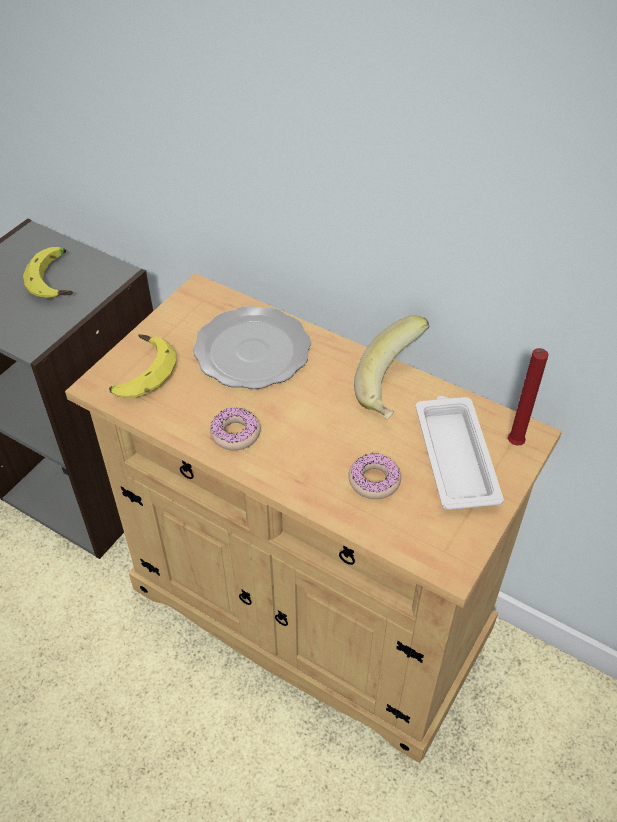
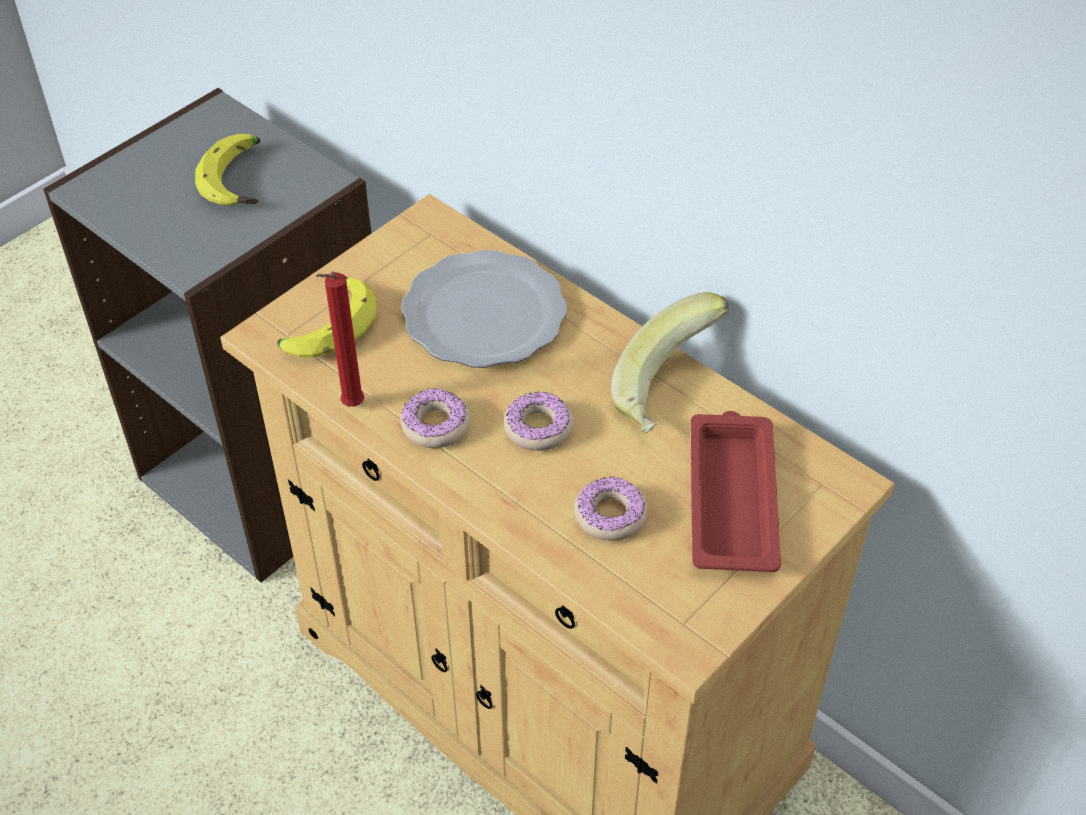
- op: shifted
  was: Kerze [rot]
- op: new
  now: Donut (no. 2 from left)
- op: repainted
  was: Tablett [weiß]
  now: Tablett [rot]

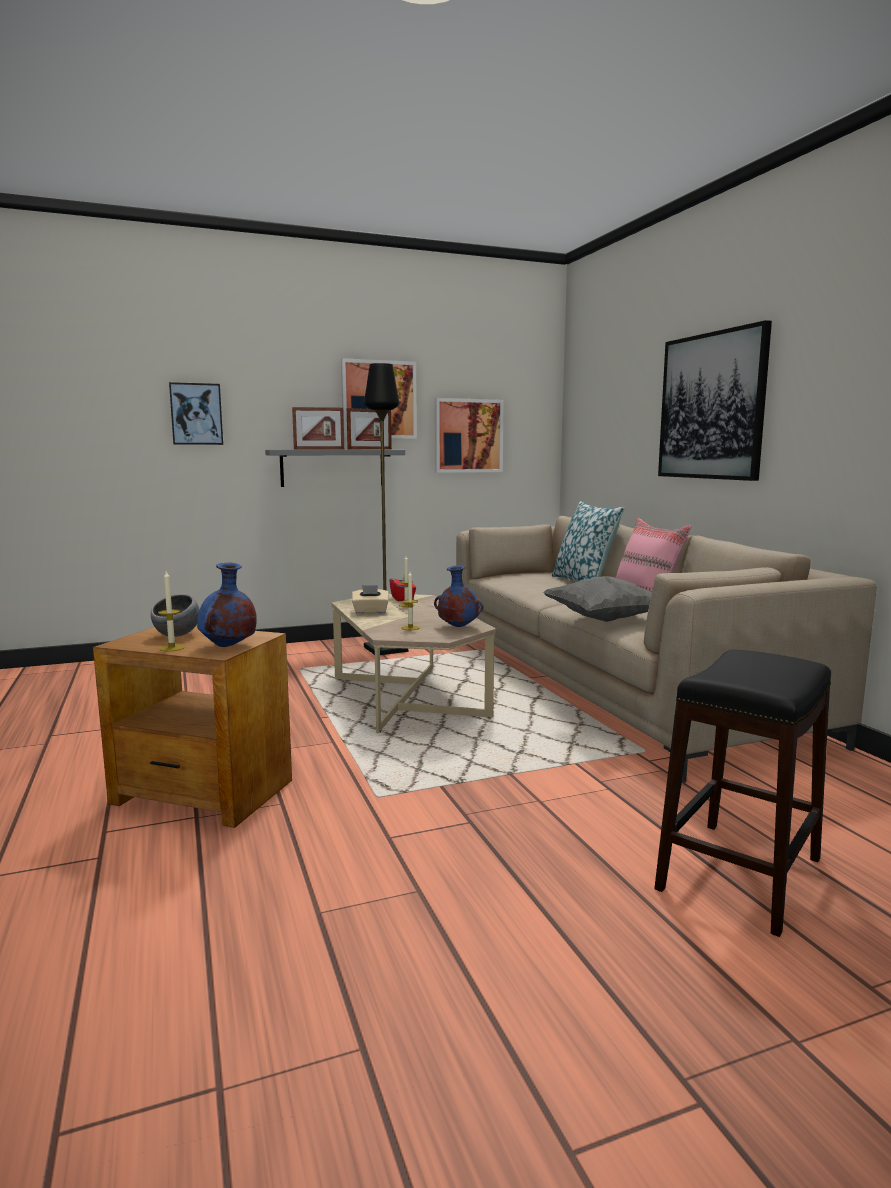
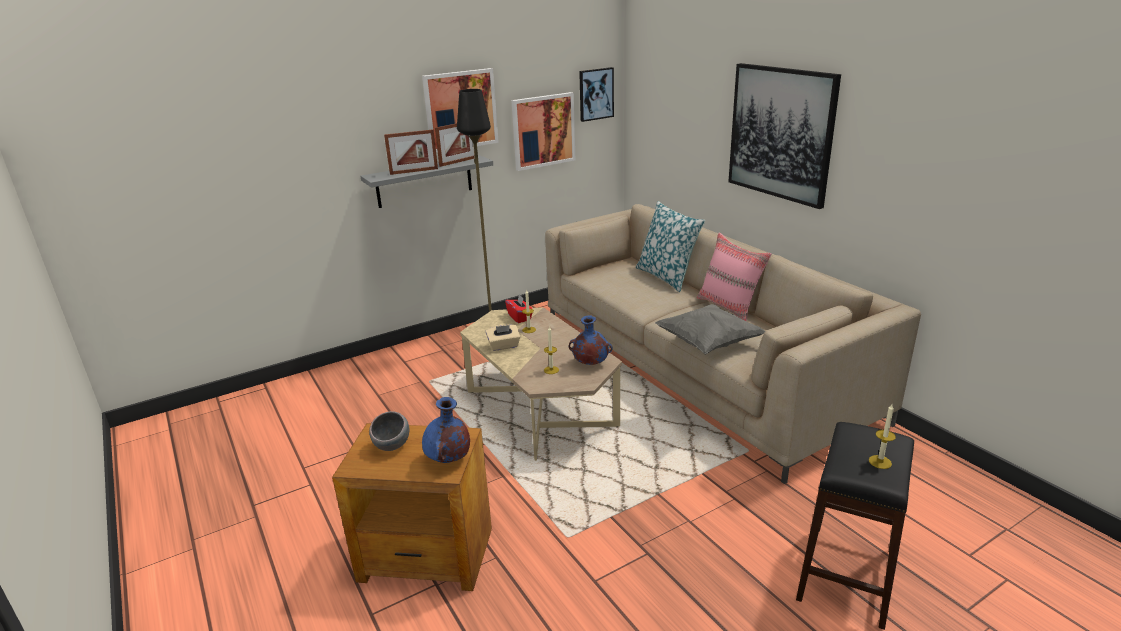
- op: shifted
  was: Bild (no. 1 from left in the first image)
  now: Bild (no. 3 from left)
- op: shifted
  was: Kerze (no. 1 from left in the first image)
  now: Kerze (no. 3 from left)

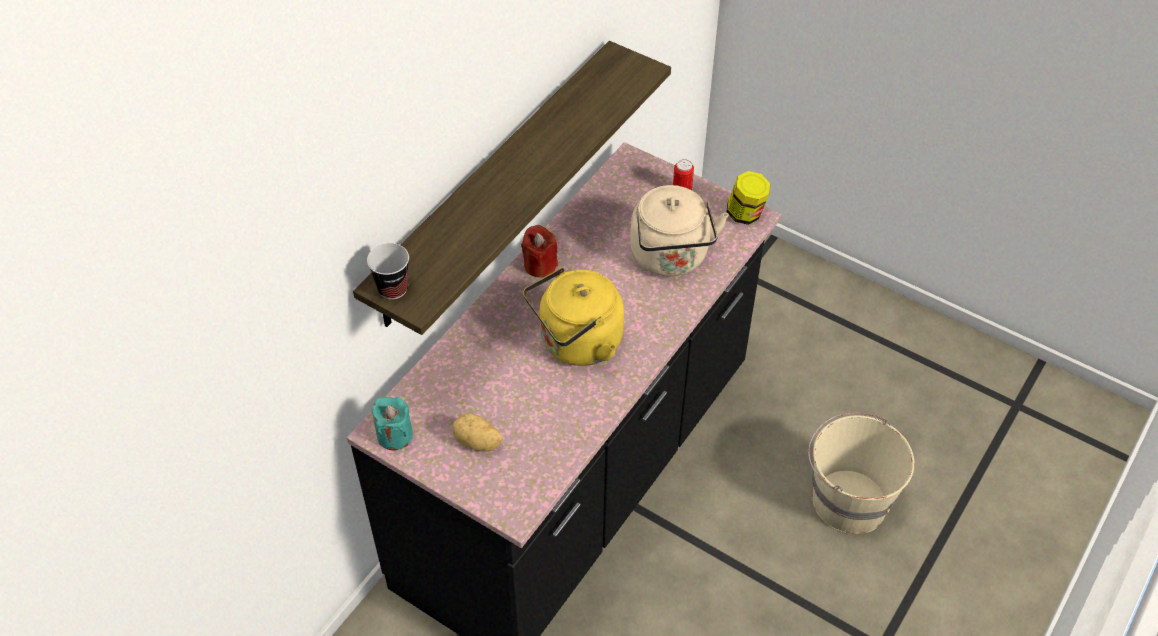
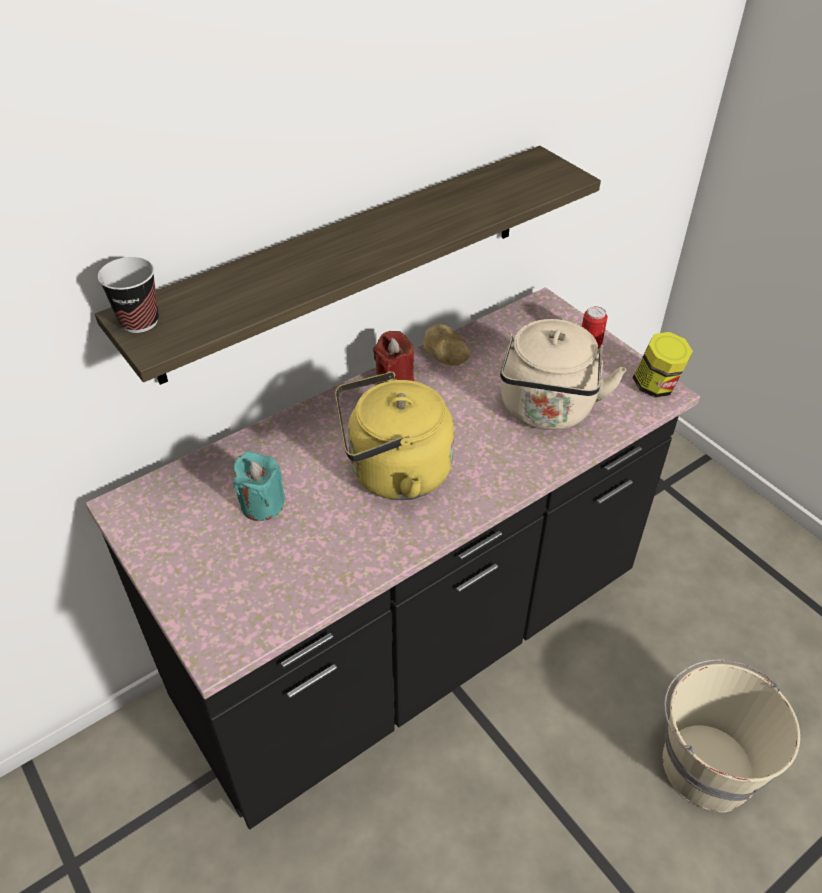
- op: shifted
  was: Kerze [türkis]
- op: shifted
  was: Kartoffel

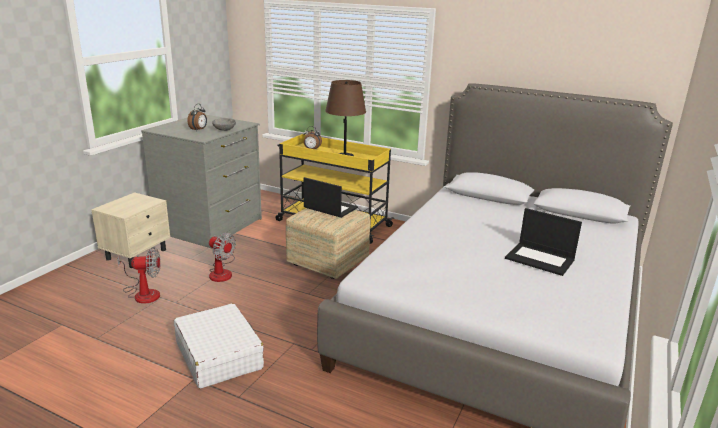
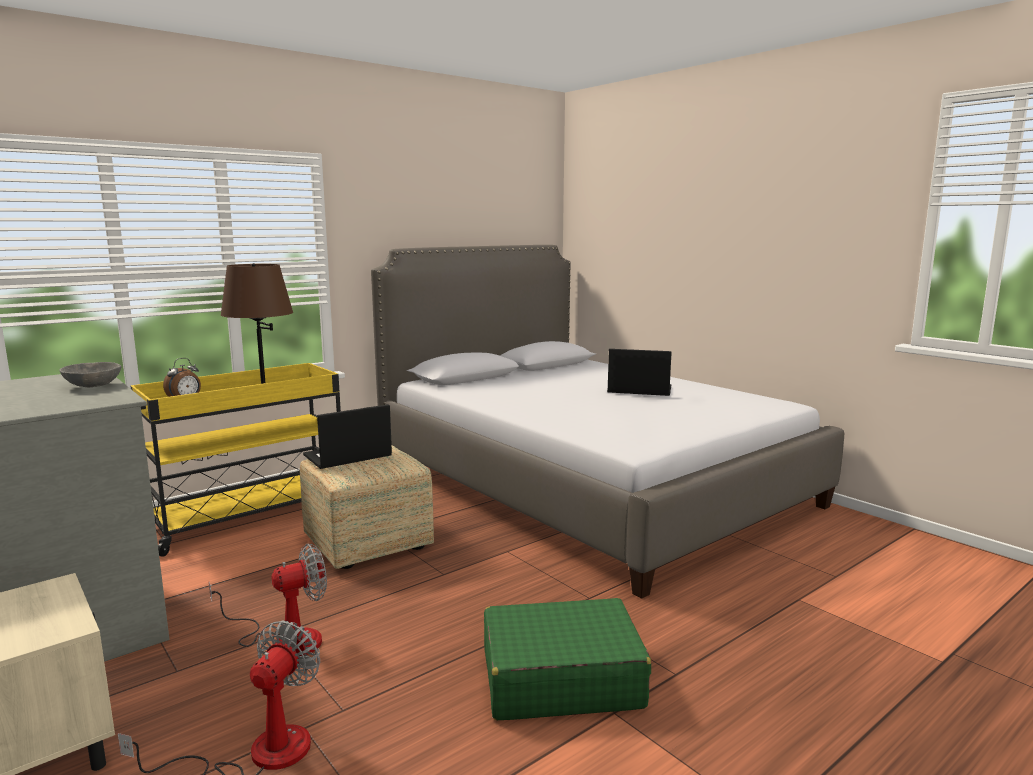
- op: repainted
  was: Koffer [weiß]
  now: Koffer [grün]
- op: rotated
  was: Laptop (no. 2 from left)
  clockwise: -135
- op: gone
  was: Wecker (no. 1 from left)

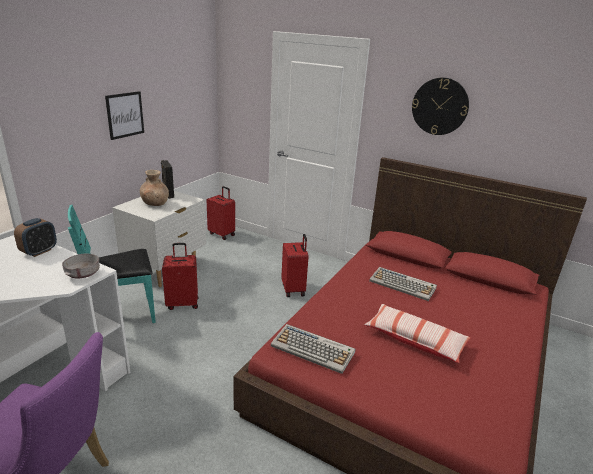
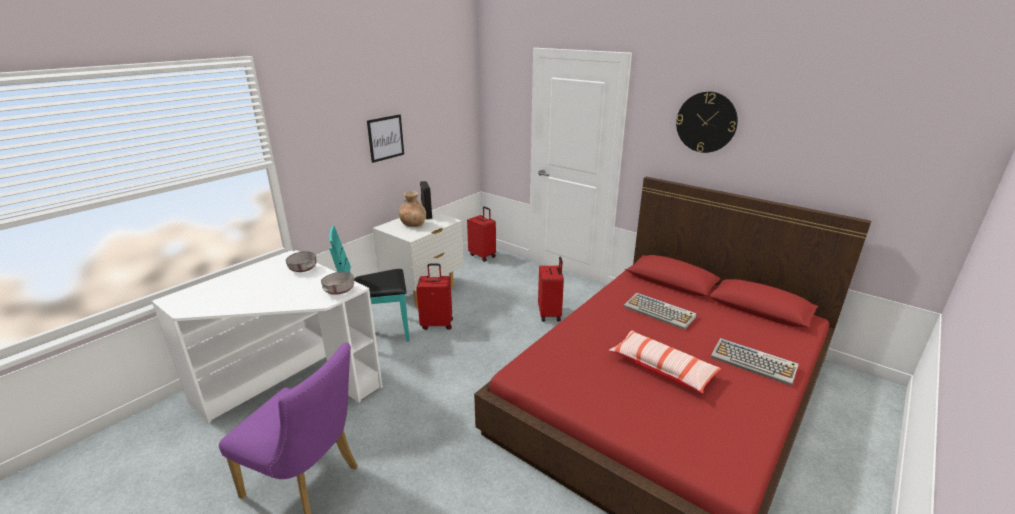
- op: swapped
  was: Wecker
  now: Schüssel [grau] (no. 1 from left)
- op: shifted
  was: Tastatur (no. 1 from left in the first image)
  now: Tastatur (no. 2 from left)

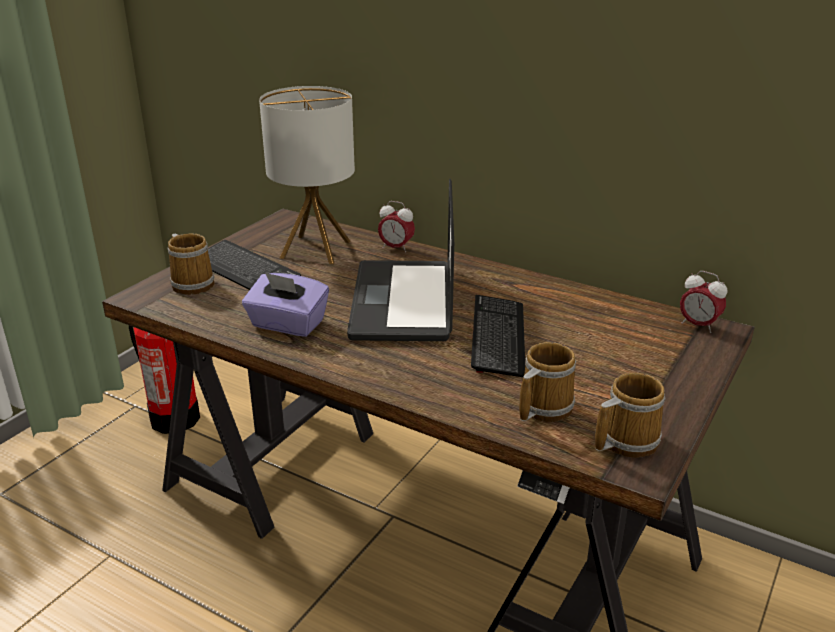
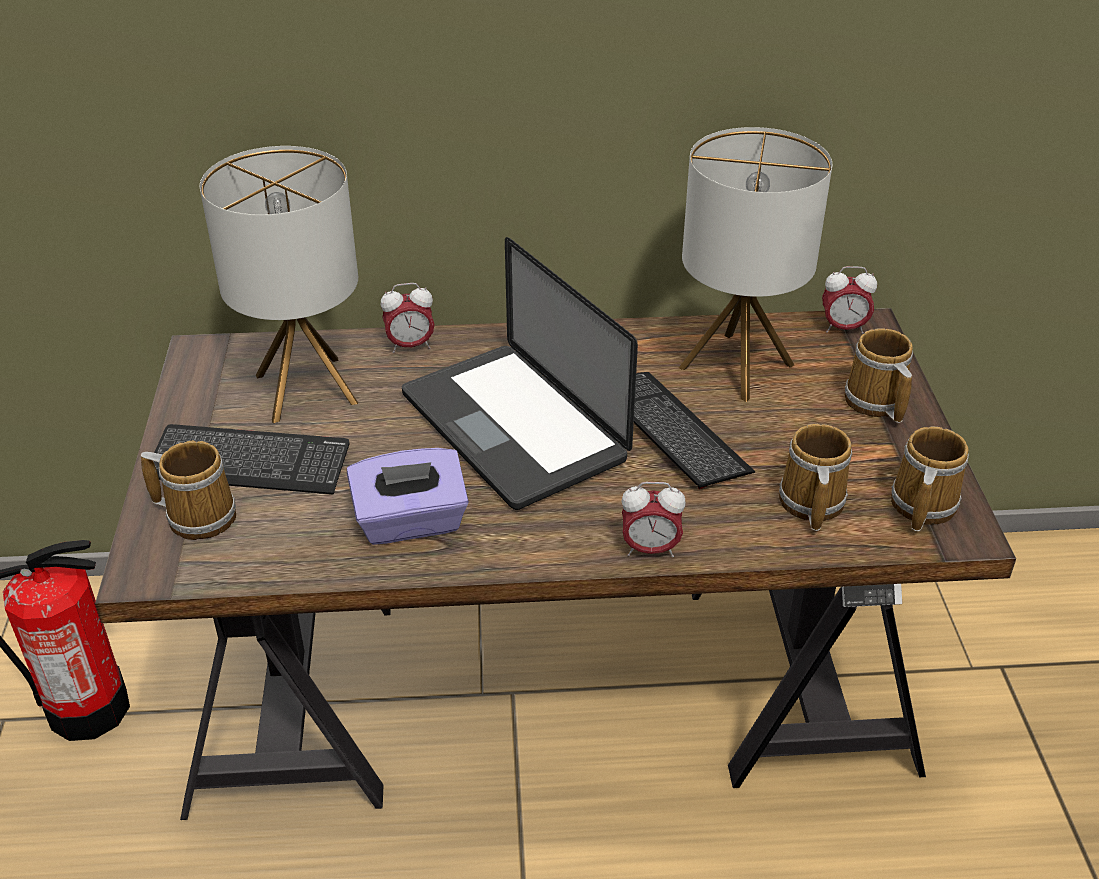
- op: new
  now: Wecker (no. 2 from left)
- op: new
  now: Tischlampe (no. 2 from left)
- op: new
  now: Henkelbecher (no. 3 from left)

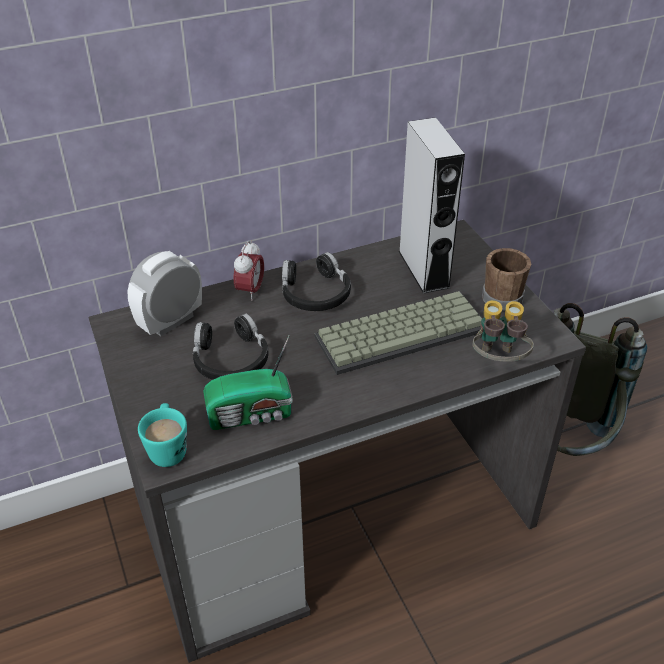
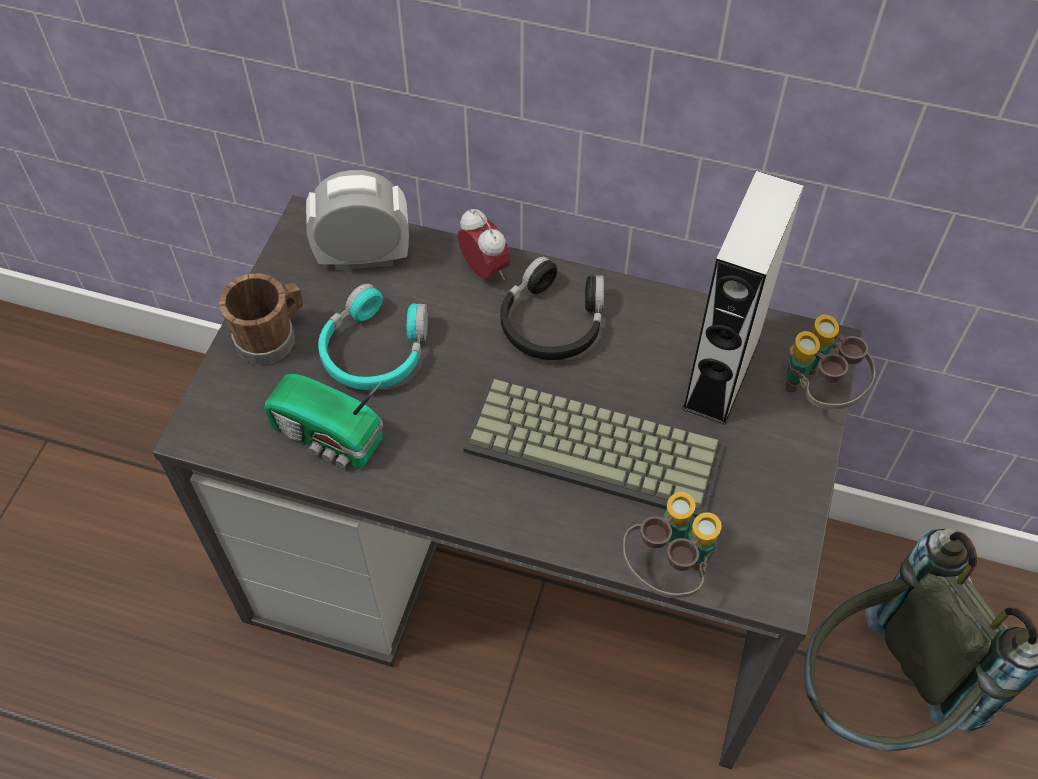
- op: shifted
  was: Henkelbecher [braun]
- op: repainted
  was: Kopfhörer [schwarz] (no. 1 from left)
  now: Kopfhörer [türkis]
- op: rotated
  was: Wecker (no. 2 from left)
  clockwise: -90
- op: new
  now: Fernglas (no. 2 from left)
- op: gone
  was: Henkelbecher [türkis]

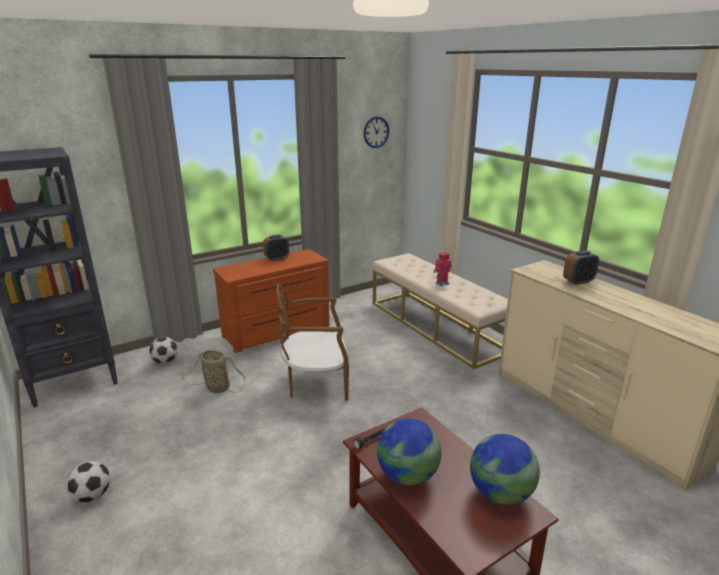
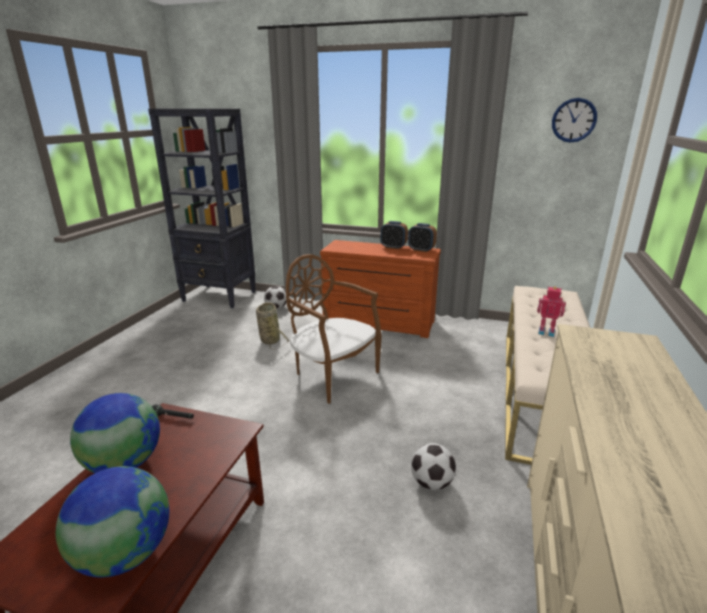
- op: shifted
  was: Wecker (no. 2 from left)
- op: shifted
  was: Fußball (no. 1 from left in the first image)
  now: Fußball (no. 2 from left)

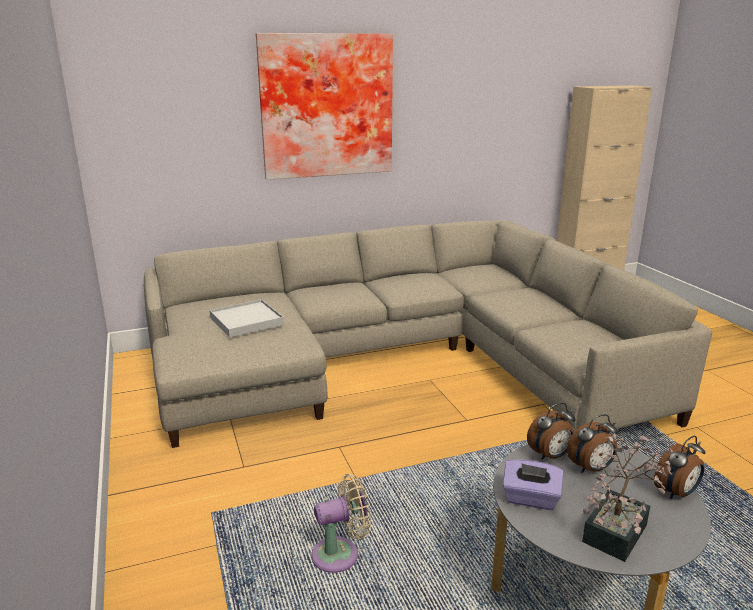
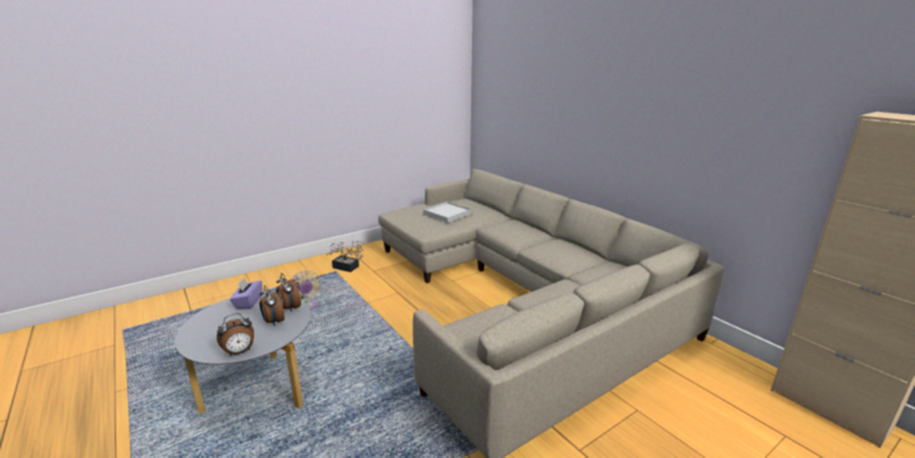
- op: rotated
  was: Wecker (no. 3 from left in the first image)
  clockwise: -75
- op: shifted
  was: Topfpflanze
- op: gone
  was: Bild

